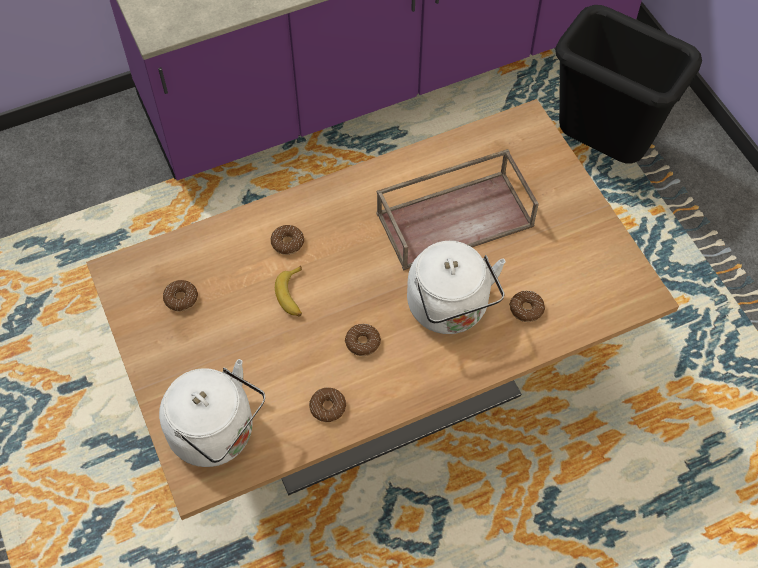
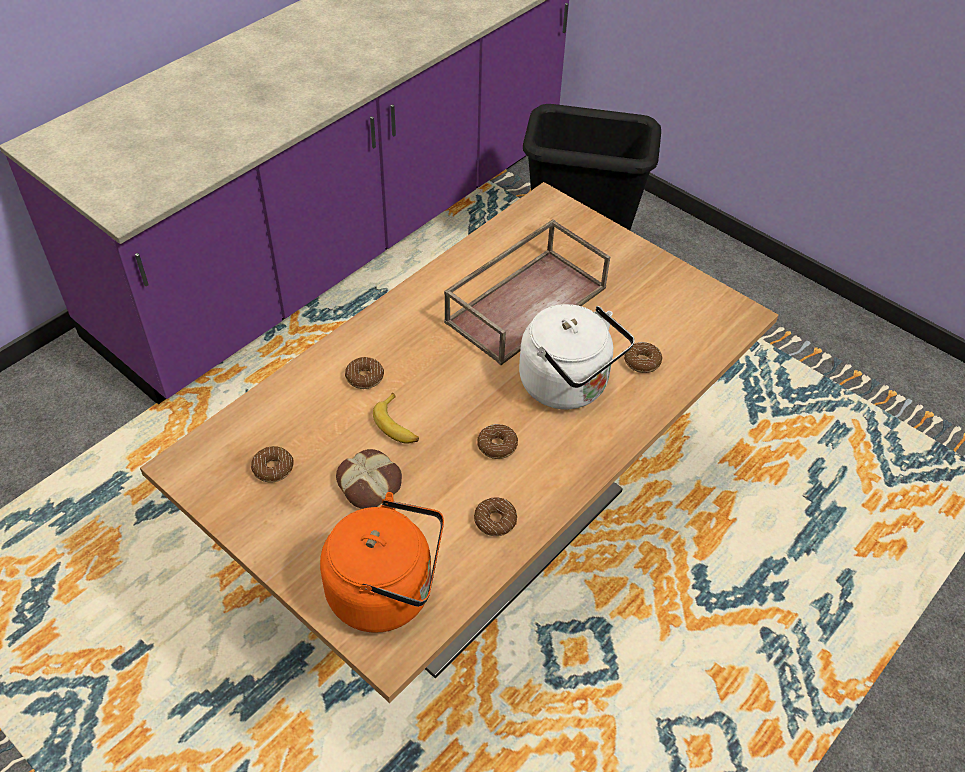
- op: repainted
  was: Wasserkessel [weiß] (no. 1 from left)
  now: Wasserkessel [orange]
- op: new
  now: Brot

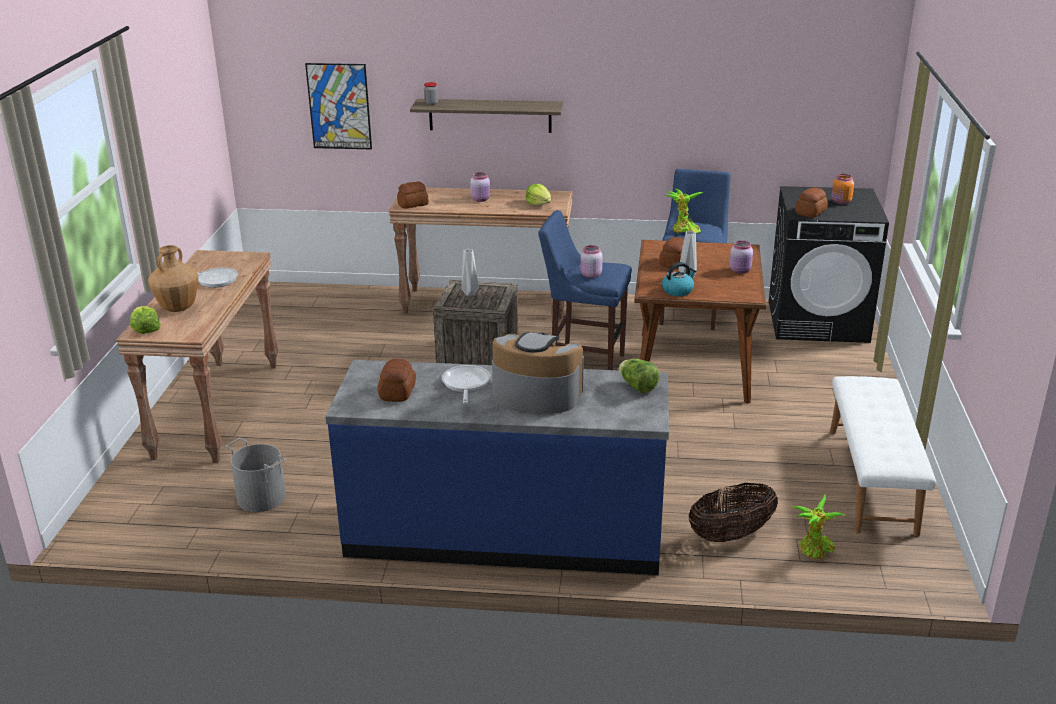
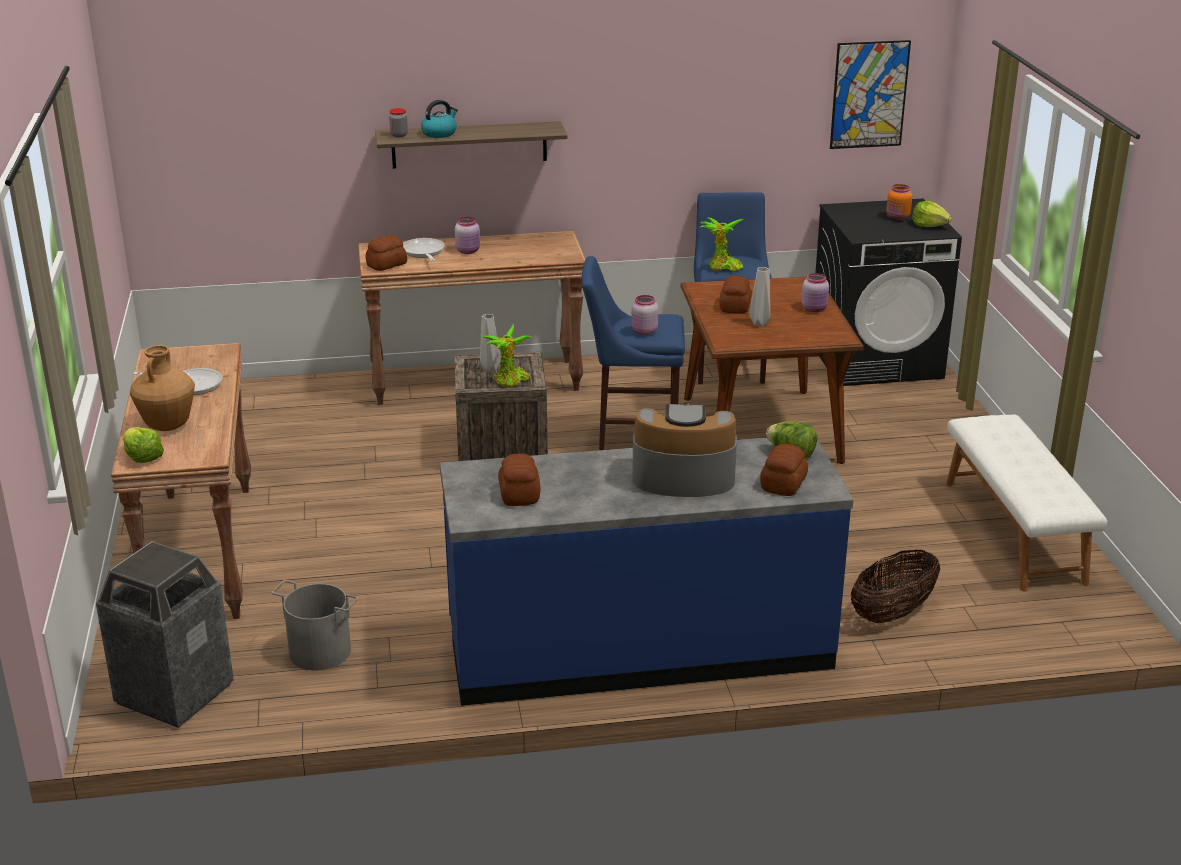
- op: new
  now: Mülleimer
- op: shifted
  was: Pfanne (no. 2 from left)
- op: shifted
  was: Wasserkessel
- op: shifted
  was: Topfpflanze (no. 2 from left in the first image)
  now: Topfpflanze (no. 1 from left)
- op: shifted
  was: Brot (no. 4 from left)
- op: shifted
  was: Bild
- op: shifted
  was: Salatkopf (no. 2 from left in the first image)
  now: Salatkopf (no. 3 from left)

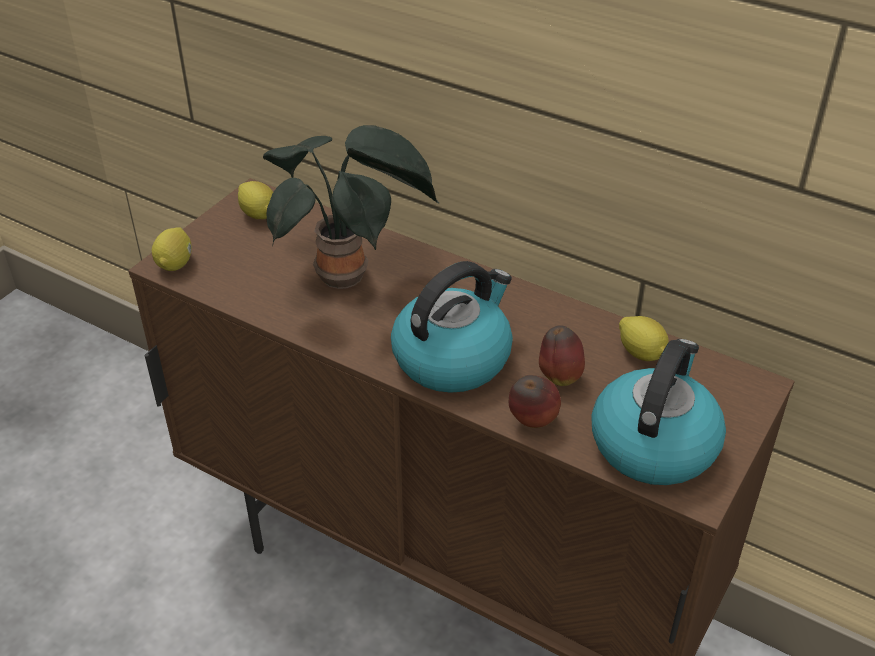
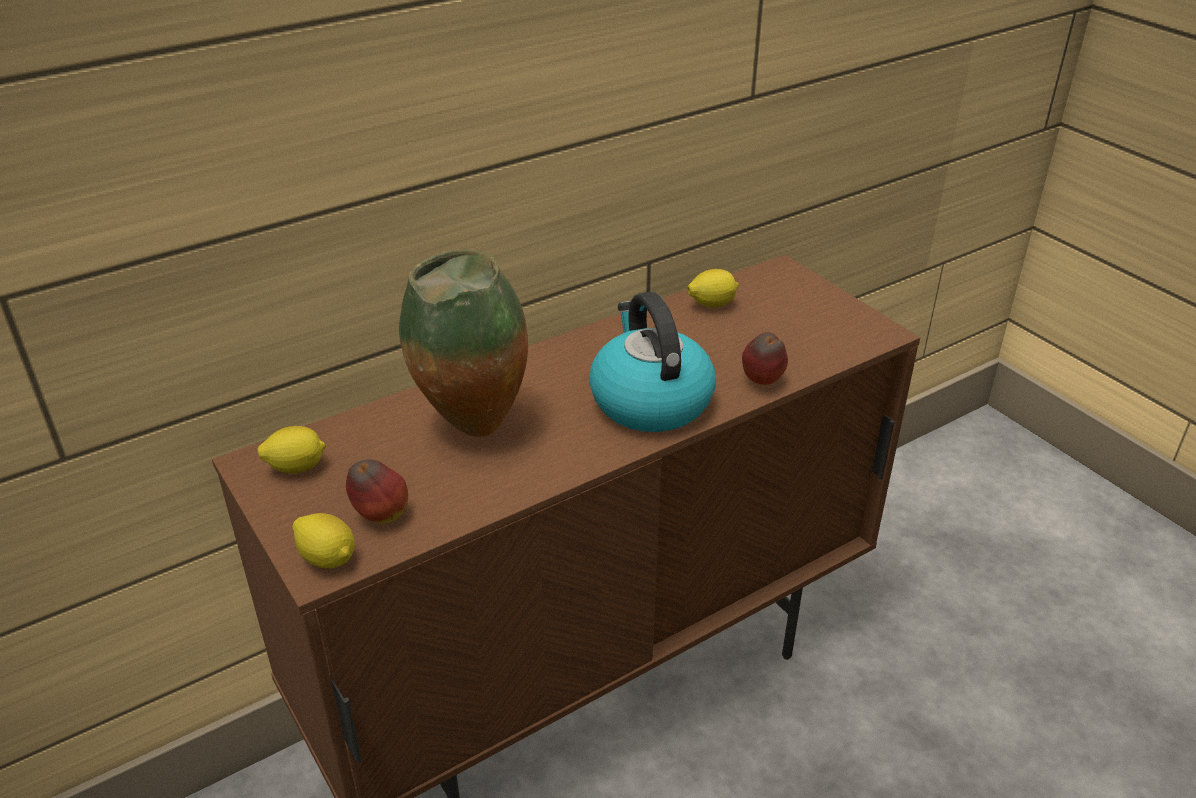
- op: shifted
  was: Apfel (no. 2 from left in the first image)
  now: Apfel (no. 1 from left)
- op: swapped
  was: Topfpflanze
  now: Vase
- op: gone
  was: Wasserkessel (no. 2 from left)

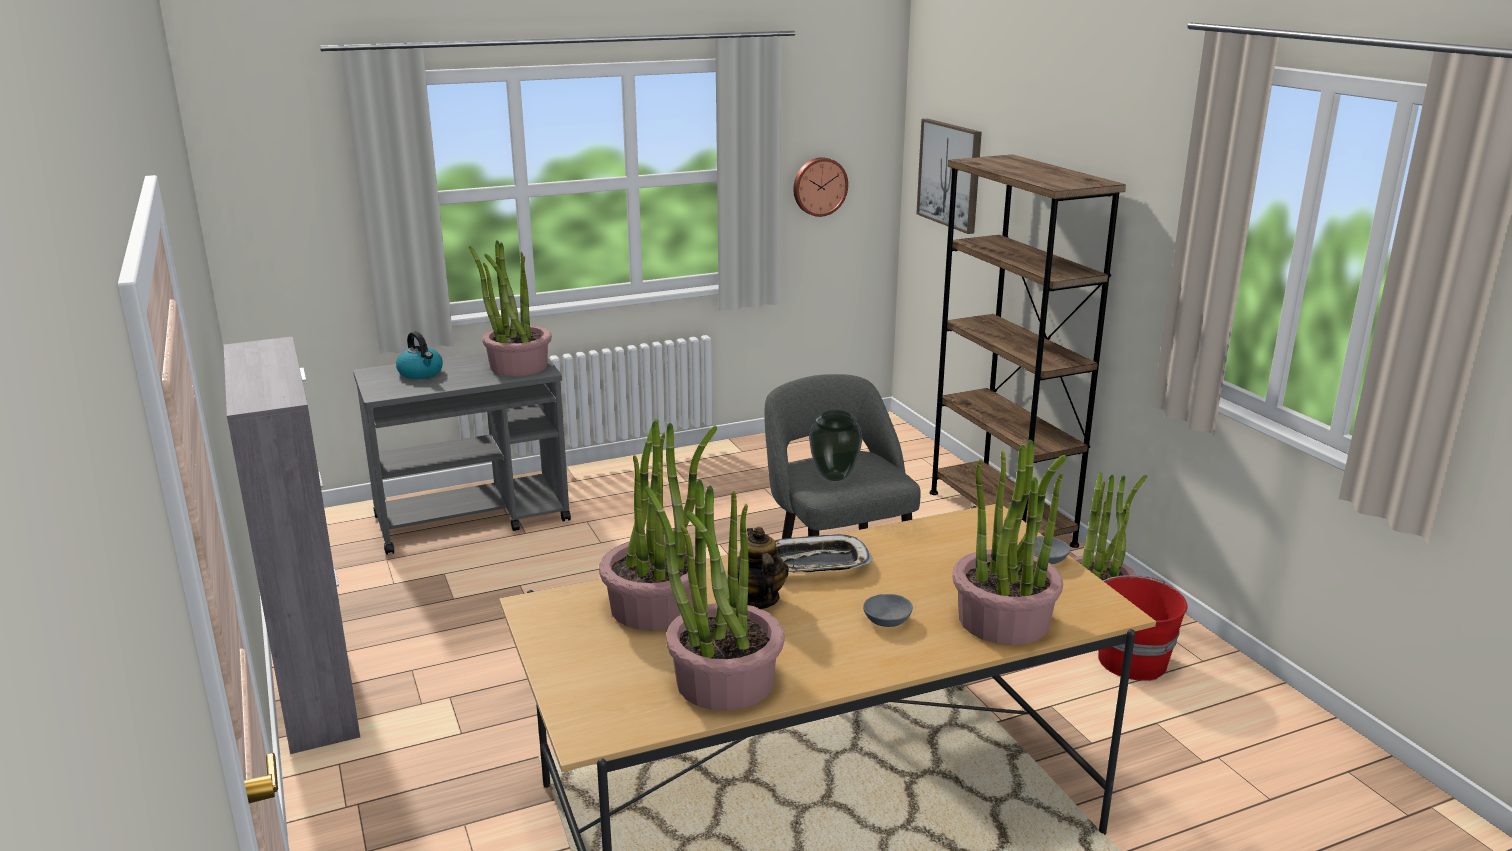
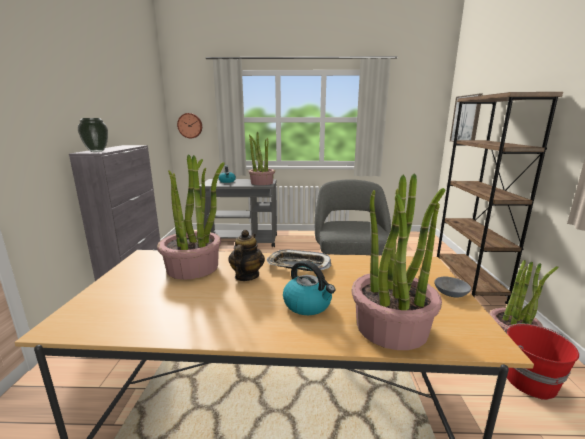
- op: shifted
  was: Vase
- op: shifted
  was: Wanduhr
- op: swapped
  was: Schüssel [grau] (no. 1 from left)
  now: Wasserkessel (no. 2 from left)
- op: gone
  was: Topfpflanze (no. 3 from left)

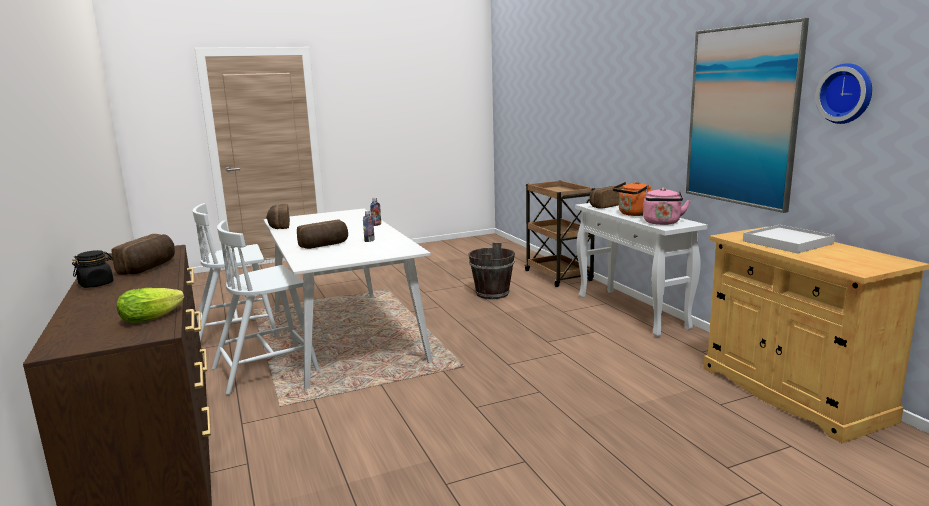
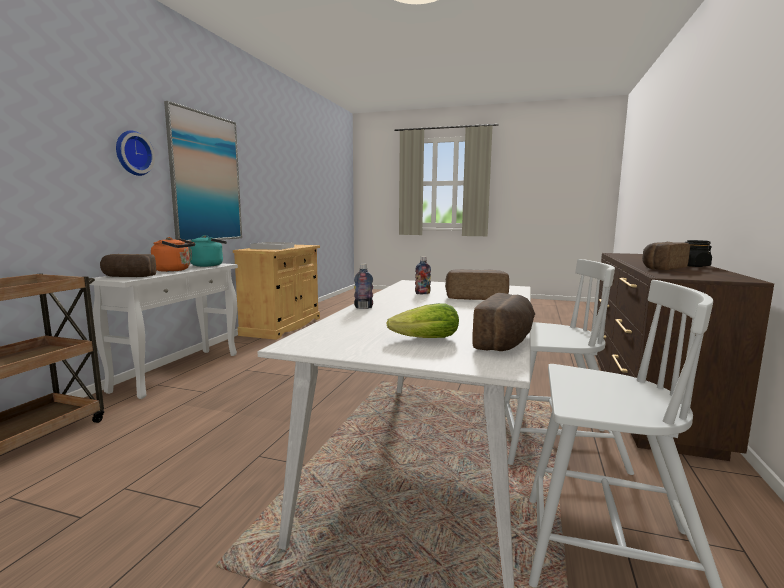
- op: shifted
  was: Wanduhr
- op: repainted
  was: Wasserkessel [rosa]
  now: Wasserkessel [türkis]
- op: shifted
  was: Salatkopf
- op: gone
  was: Eimer [braun]

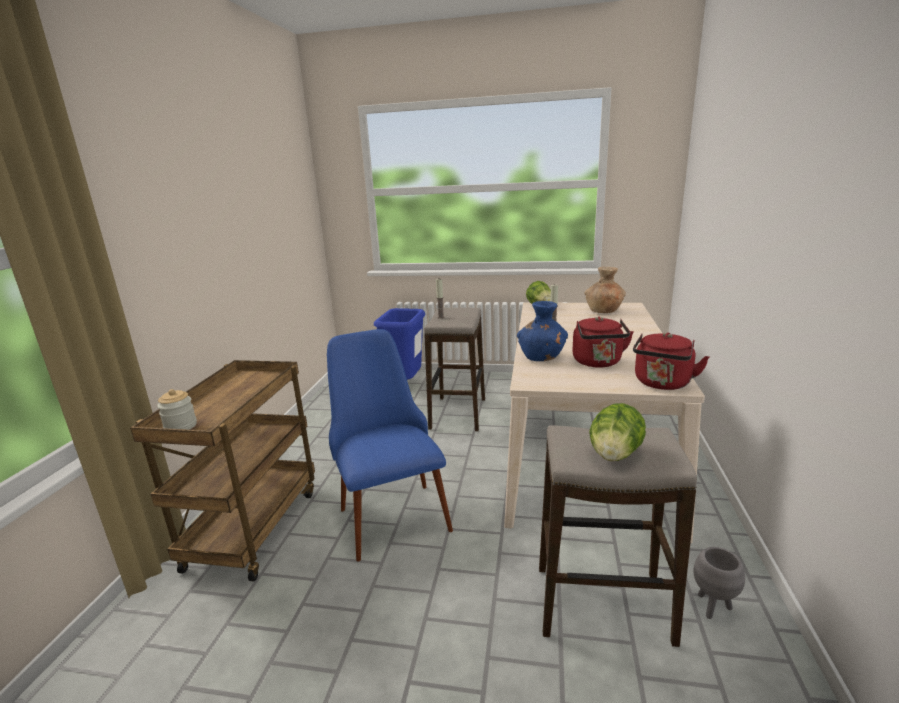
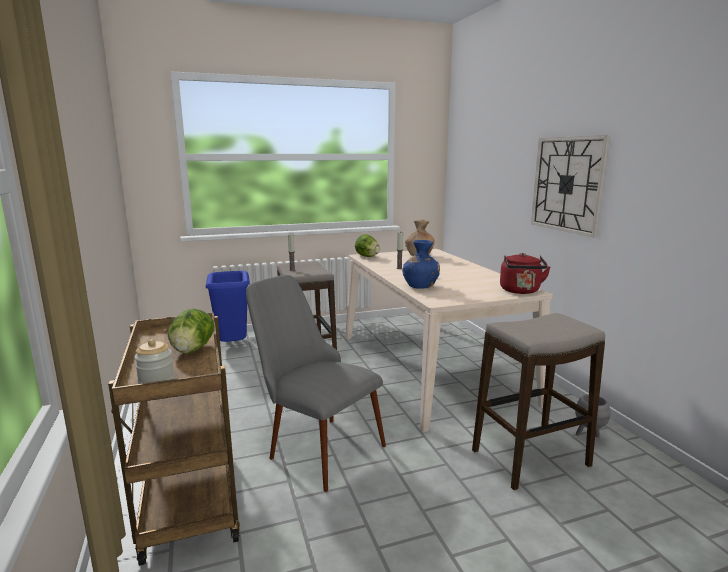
- op: shifted
  was: Salatkopf (no. 2 from left in the first image)
  now: Salatkopf (no. 1 from left)
- op: repainted
  was: Stuhl [blau]
  now: Stuhl [grau]
- op: new
  now: Wanduhr
- op: gone
  was: Wasserkessel [rot] (no. 1 from left)

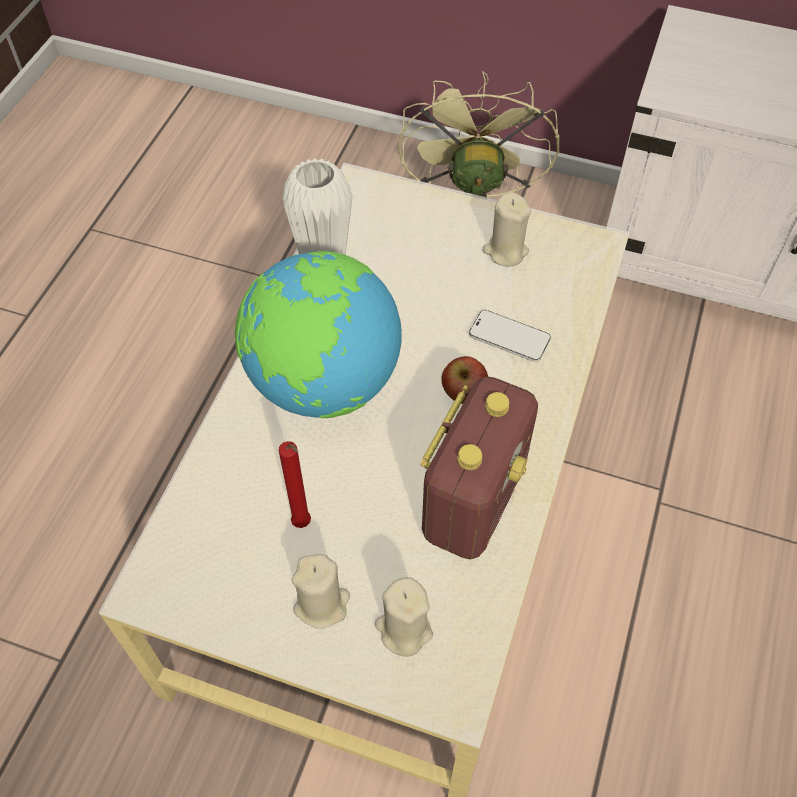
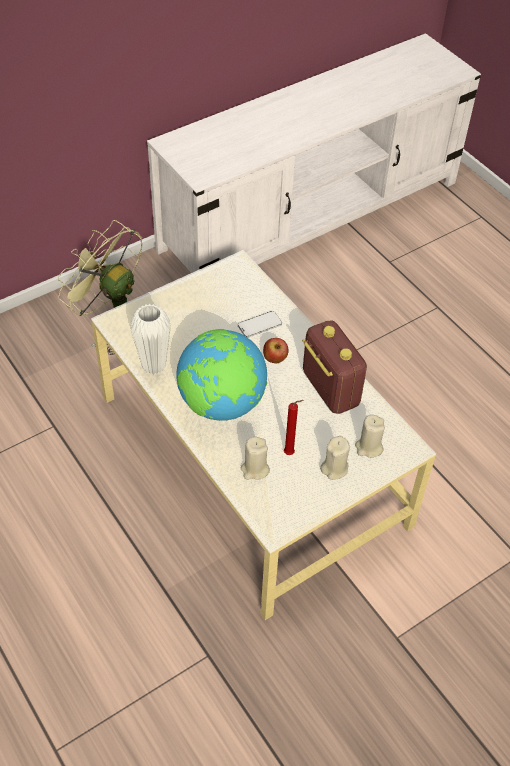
- op: shifted
  was: Kerze [beige] (no. 3 from left in the first image)
  now: Kerze [beige] (no. 1 from left)

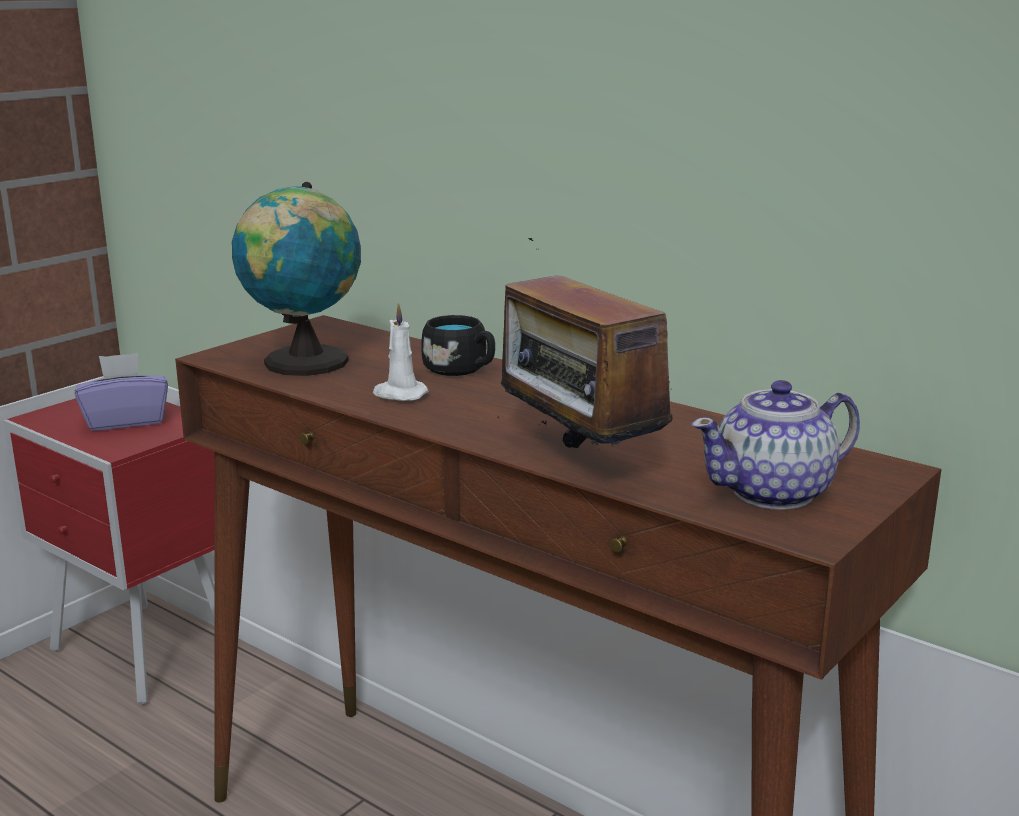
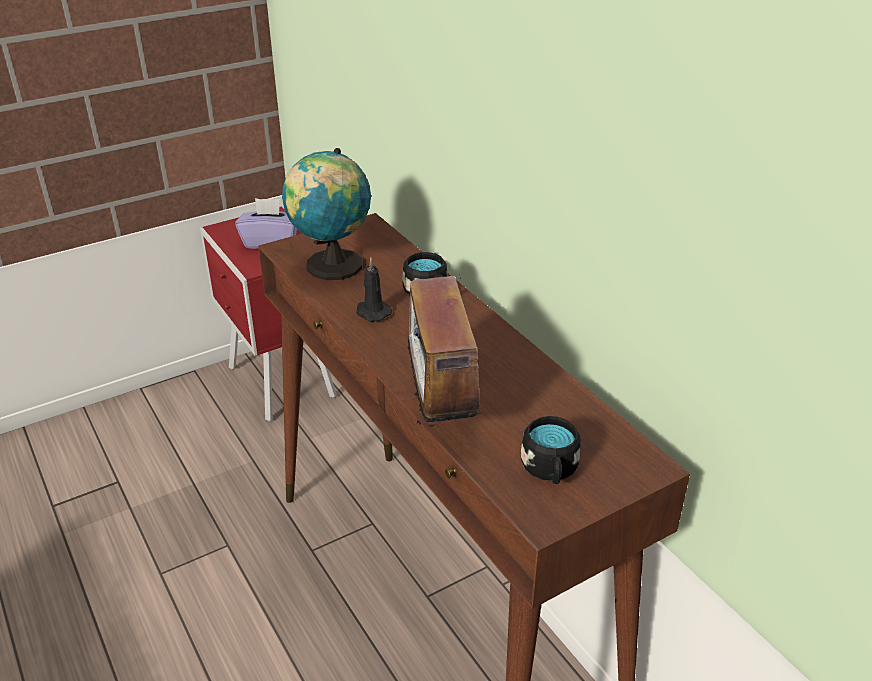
- op: repainted
  was: Kerze [weiß]
  now: Kerze [schwarz]
- op: swapped
  was: Teekanne
  now: Henkelbecher [schwarz] (no. 2 from left)

